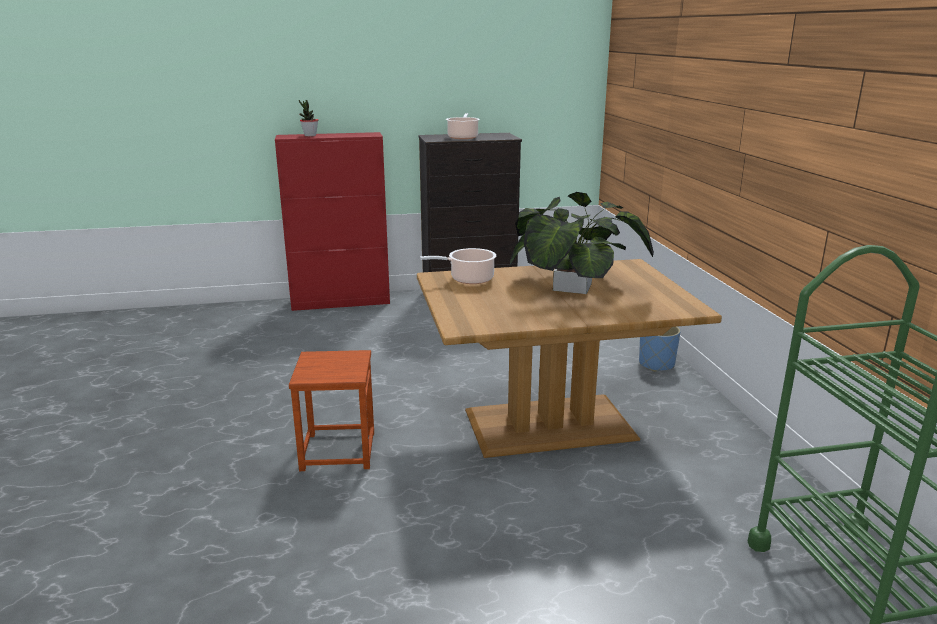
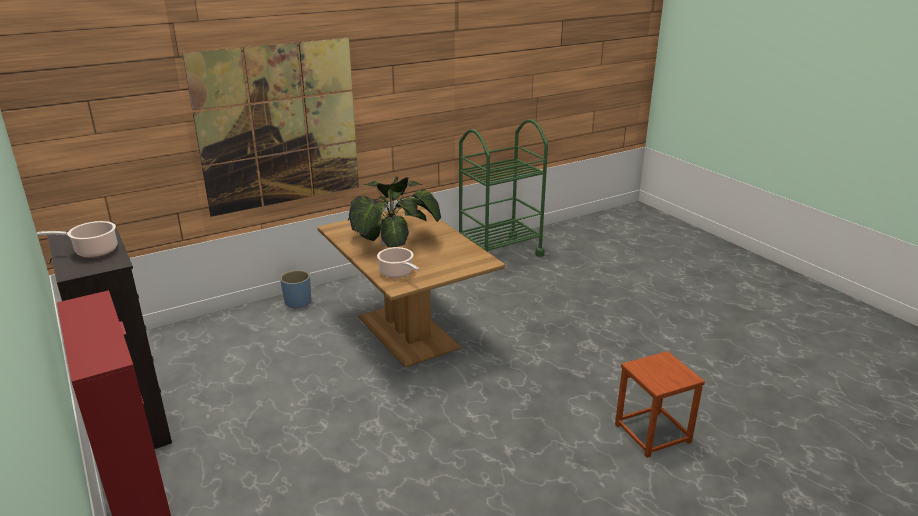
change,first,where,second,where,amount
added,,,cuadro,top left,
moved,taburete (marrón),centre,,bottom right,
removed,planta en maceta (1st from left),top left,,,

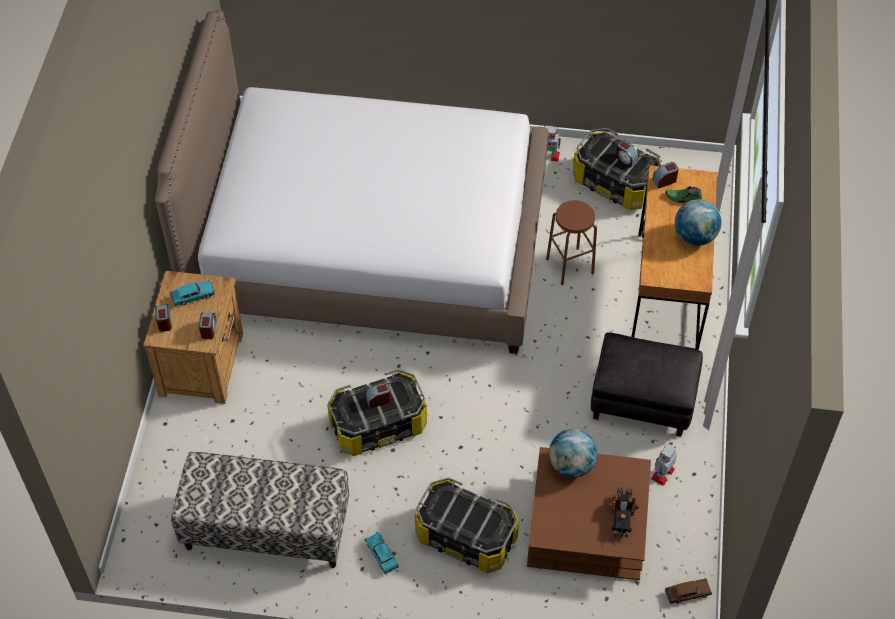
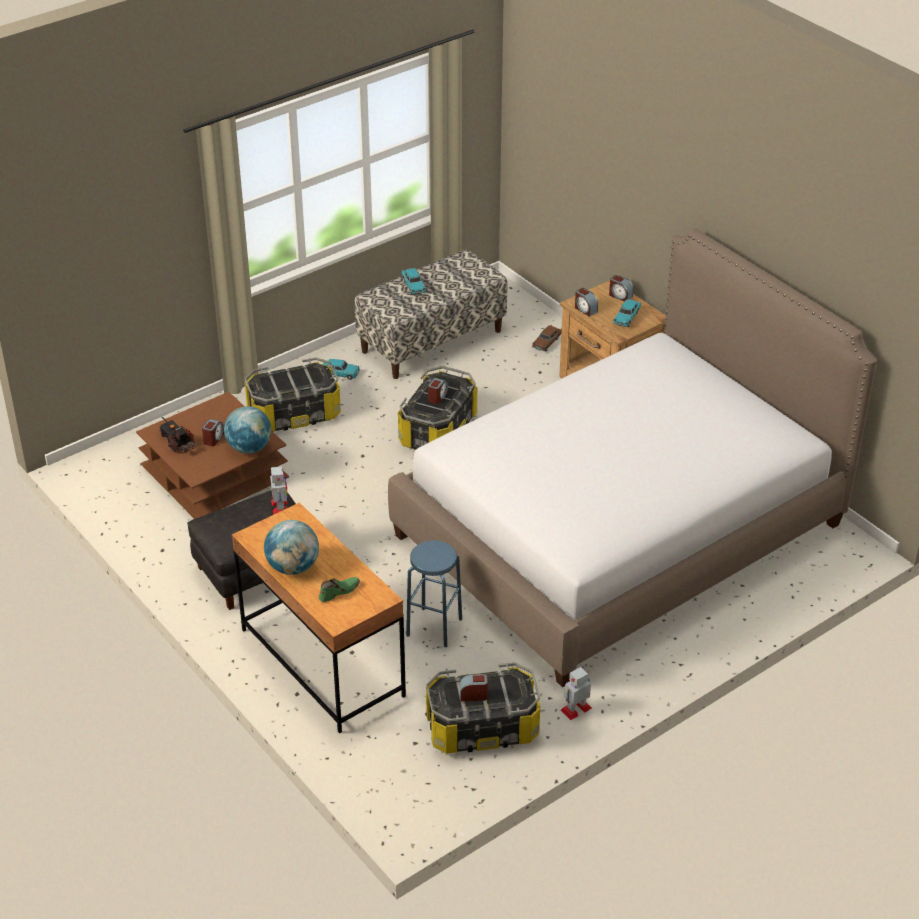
change,first,where,second,where,amount
moved,despertador (5th from left in the first image),top right,despertador (1st from left),middle left,
moved,robot de juguete (2nd from left in the first image),bottom right,robot de juguete (1st from left),middle left,
added,,,coche de juguete (turquesa) (2nd from left),top centre,
recoloured,taburete (marrón),centre,taburete (azul),centre,
moved,coche de juguete (marrón),bottom right,,centre,

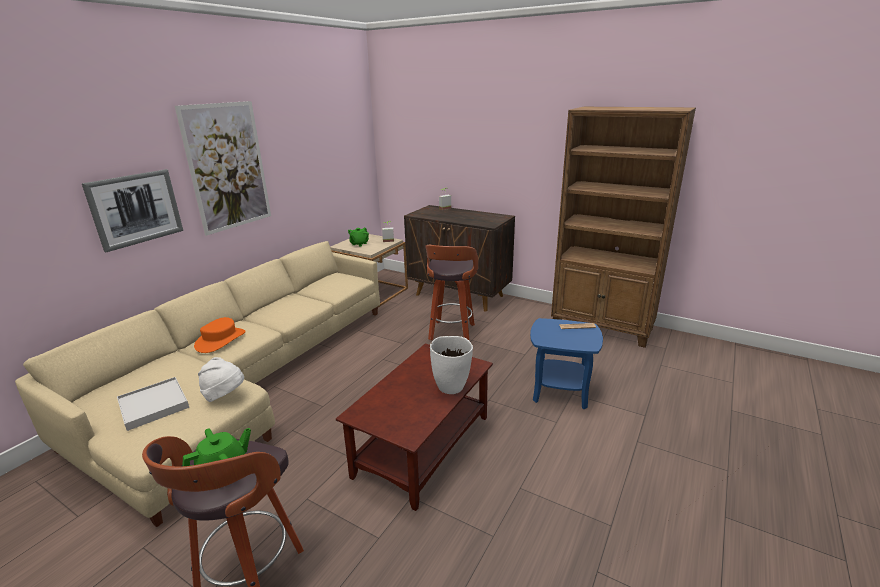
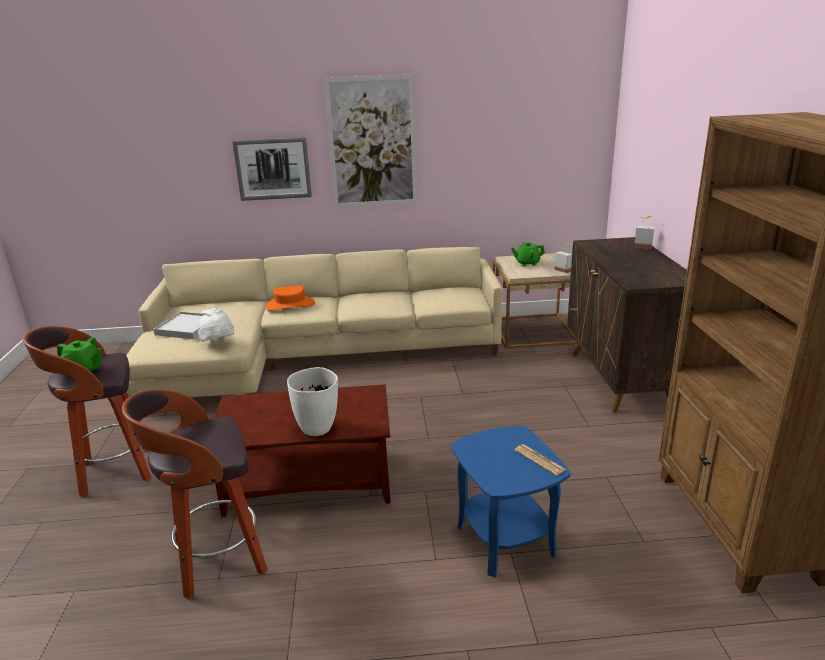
change,first,where,second,where,amount
moved,taburete (2nd from left),centre,,bottom left,

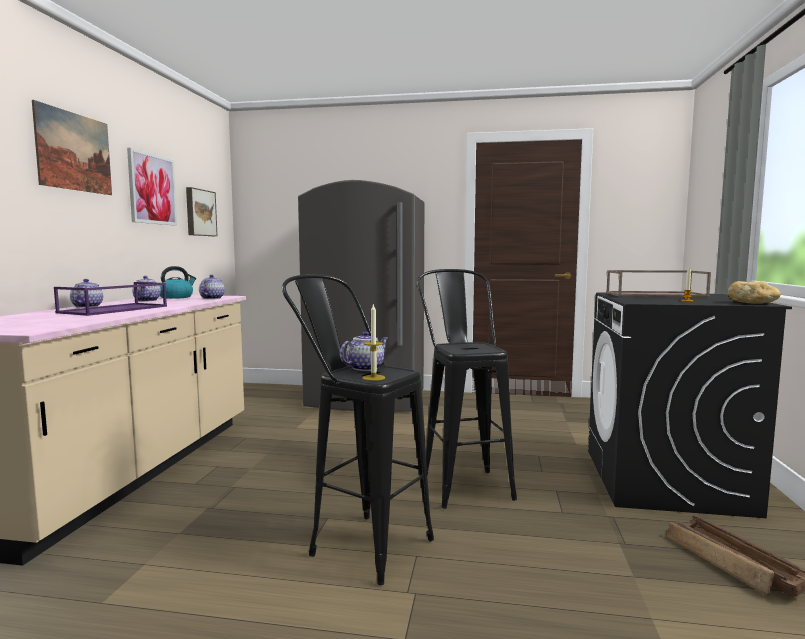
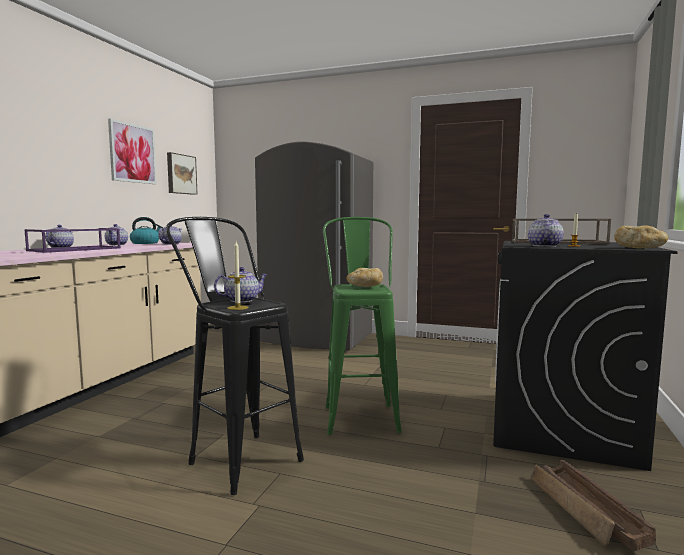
change,first,where,second,where,amount
recoloured,taburete (negro) (2nd from left),centre,taburete (verde),centre,
added,,,pan (1st from left),centre,
added,,,tetera (5th from left),middle right,
removed,cuadro (1st from left),top left,,,

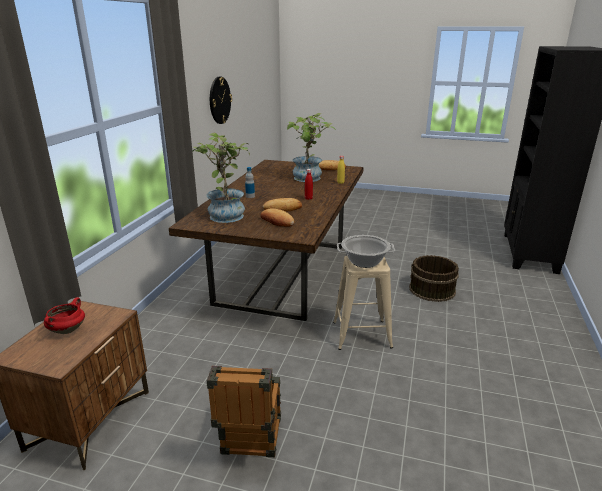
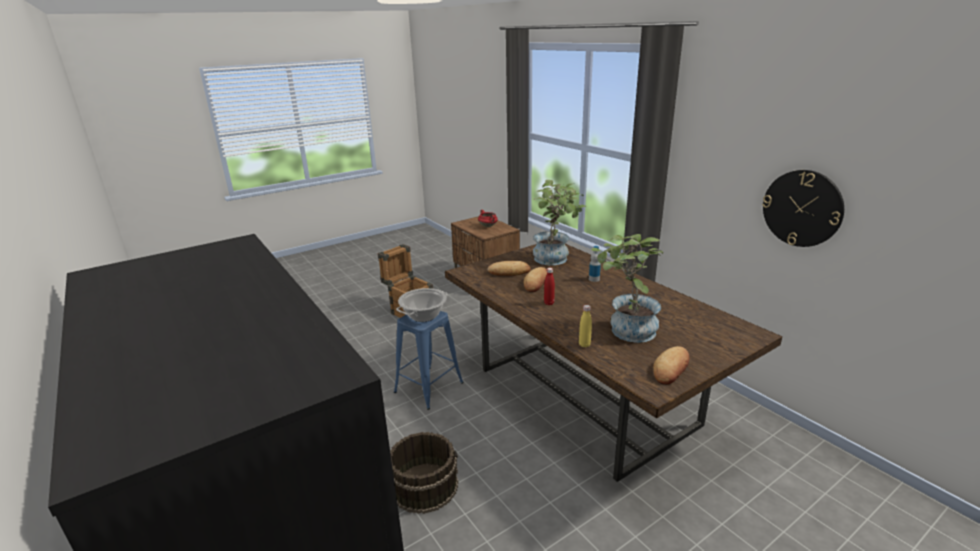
change,first,where,second,where,amount
recoloured,taburete (beis),centre,taburete (azul),centre,

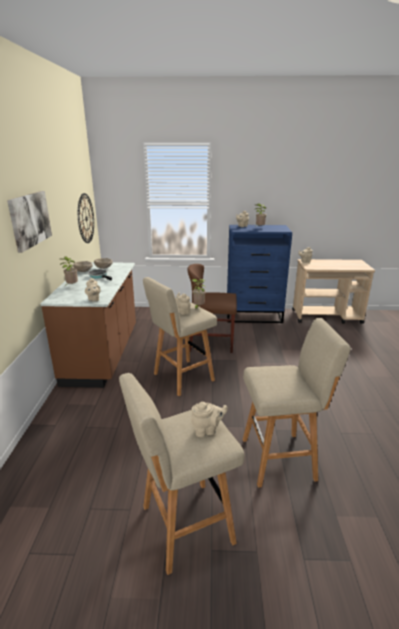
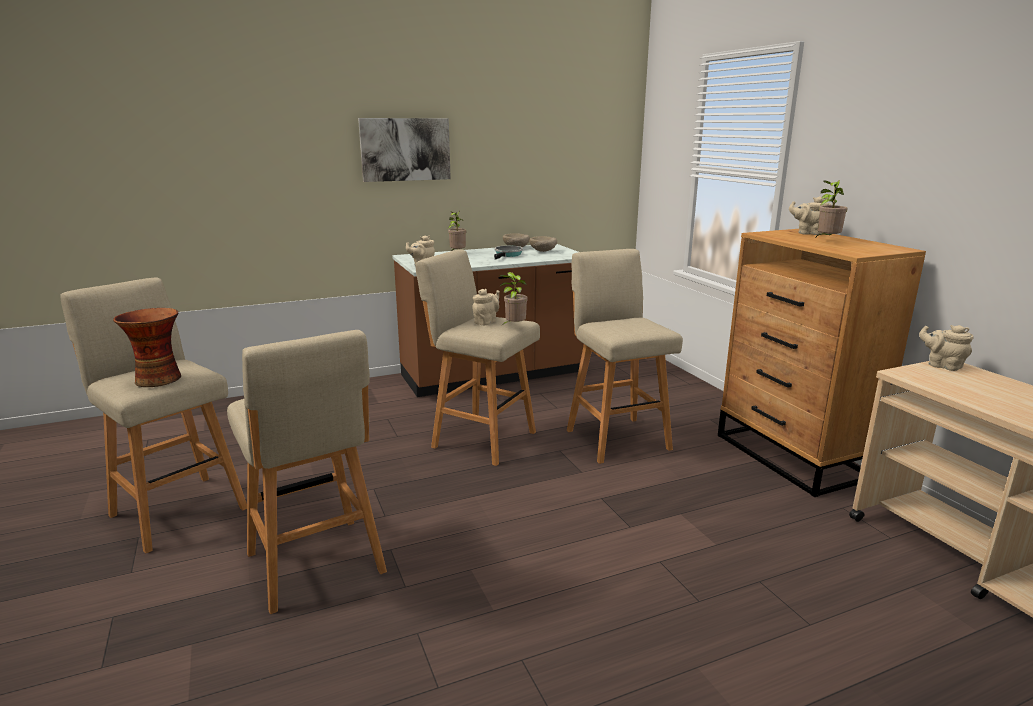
change,first,where,second,where,amount
replaced,tetera (beis) (3rd from left),centre,florero,middle left,
replaced,silla (marrón),centre,taburete (beis) (4th from left),centre,
recoloured,cómoda (azul),centre,cómoda (marrón),middle right,
removed,reloj de pared,middle left,,,

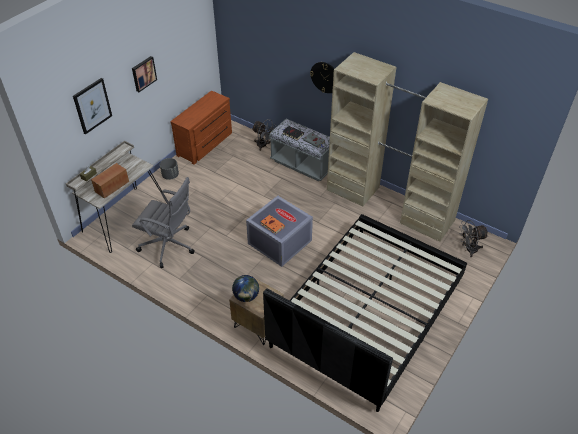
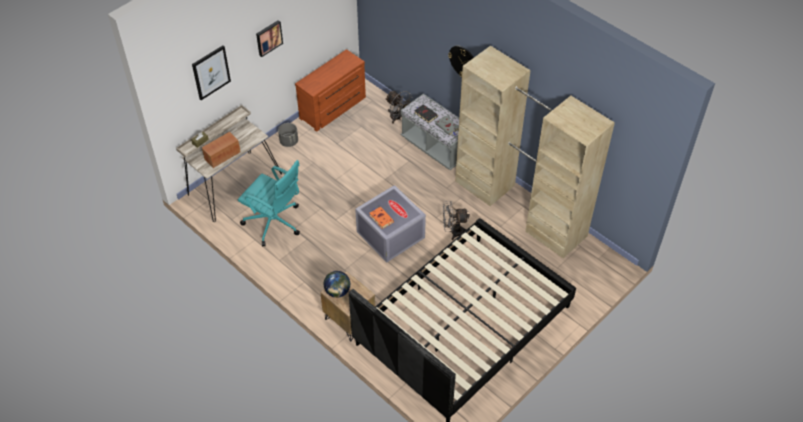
change,first,where,second,where,amount
recoloured,silla de oficina (gris),middle left,silla de oficina (turquesa),centre,
moved,ventilador (gris) (2nd from left),middle right,,centre,

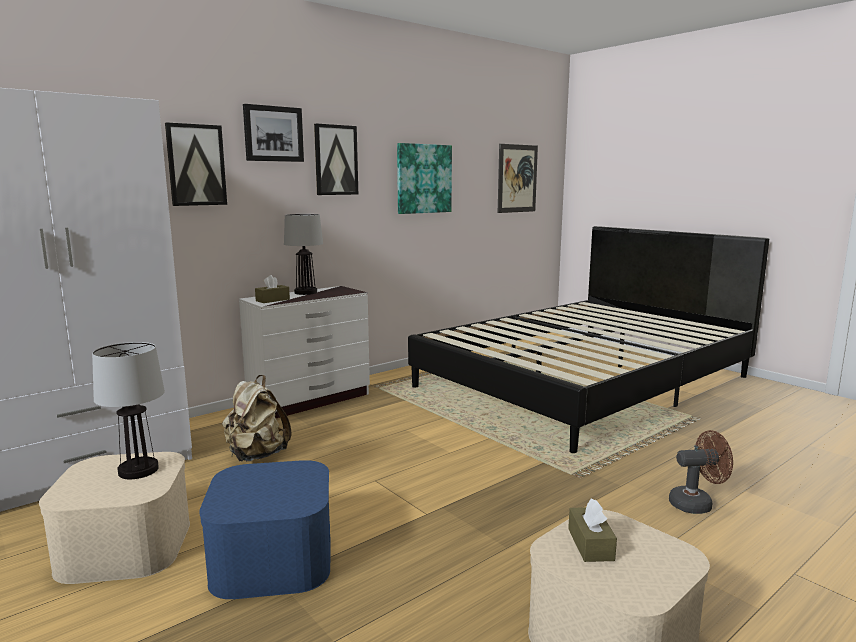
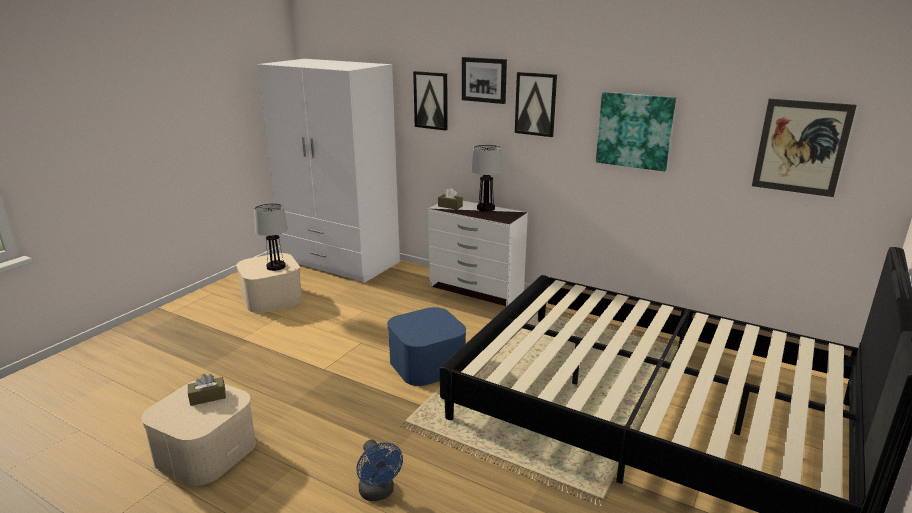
change,first,where,second,where,amount
recoloured,ventilador (marrón),bottom right,ventilador (azul),bottom centre,
moved,caja de almacenaje (azul),bottom left,,bottom centre,
removed,mochila (beis),middle left,,,

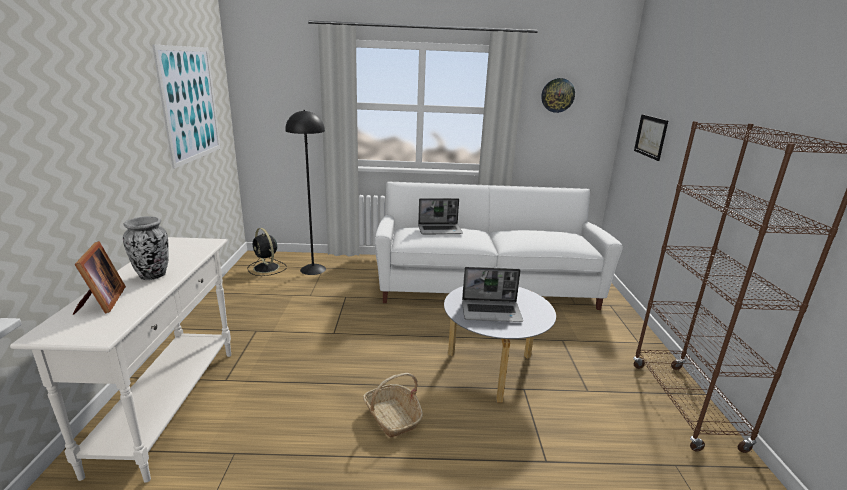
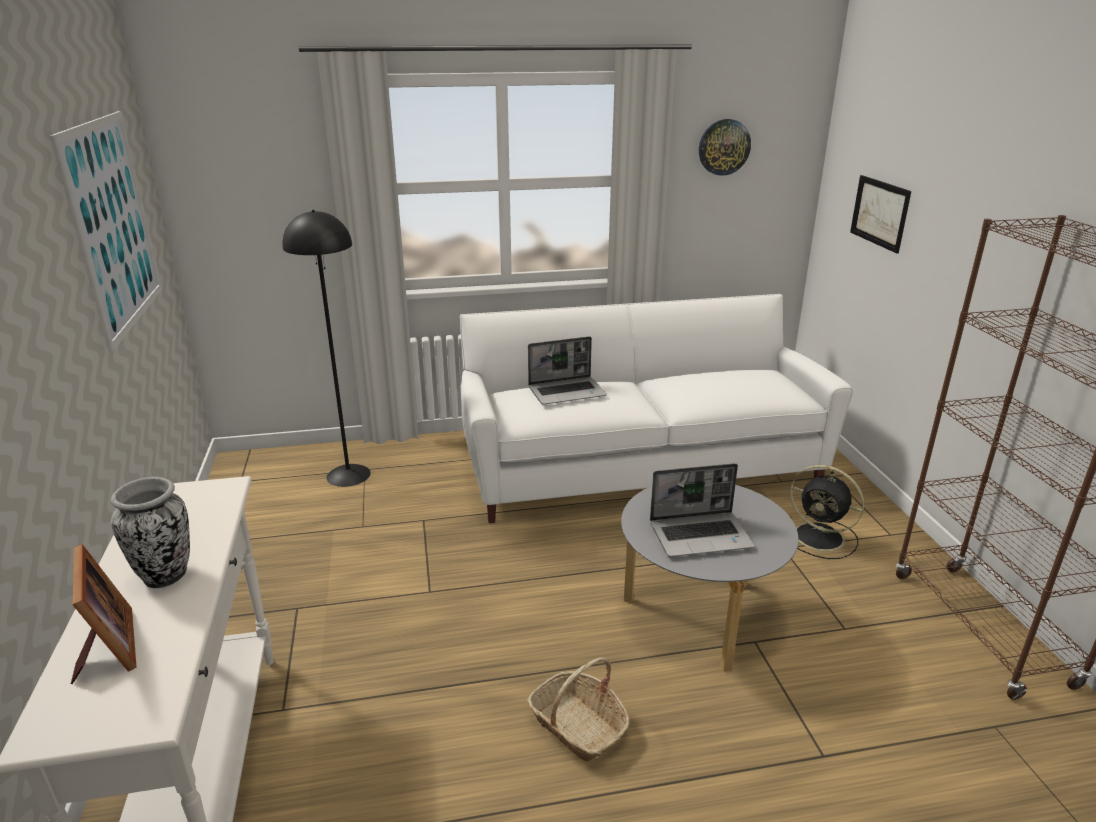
change,first,where,second,where,amount
moved,ventilador (negro),middle left,,middle right,

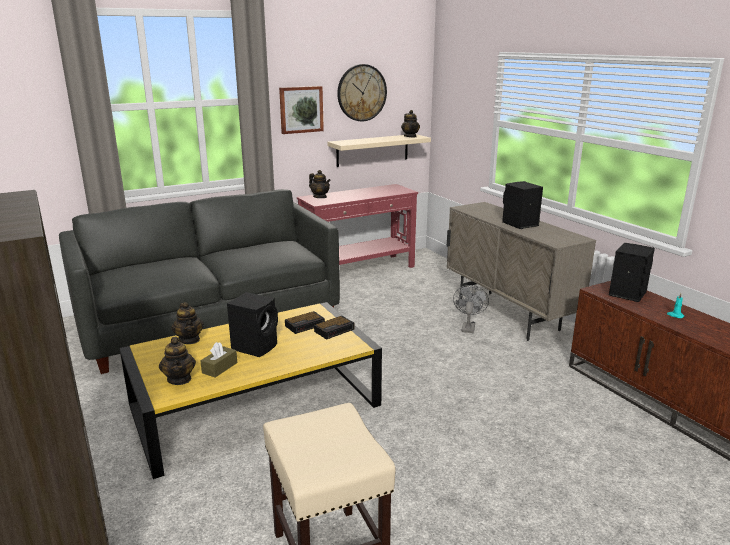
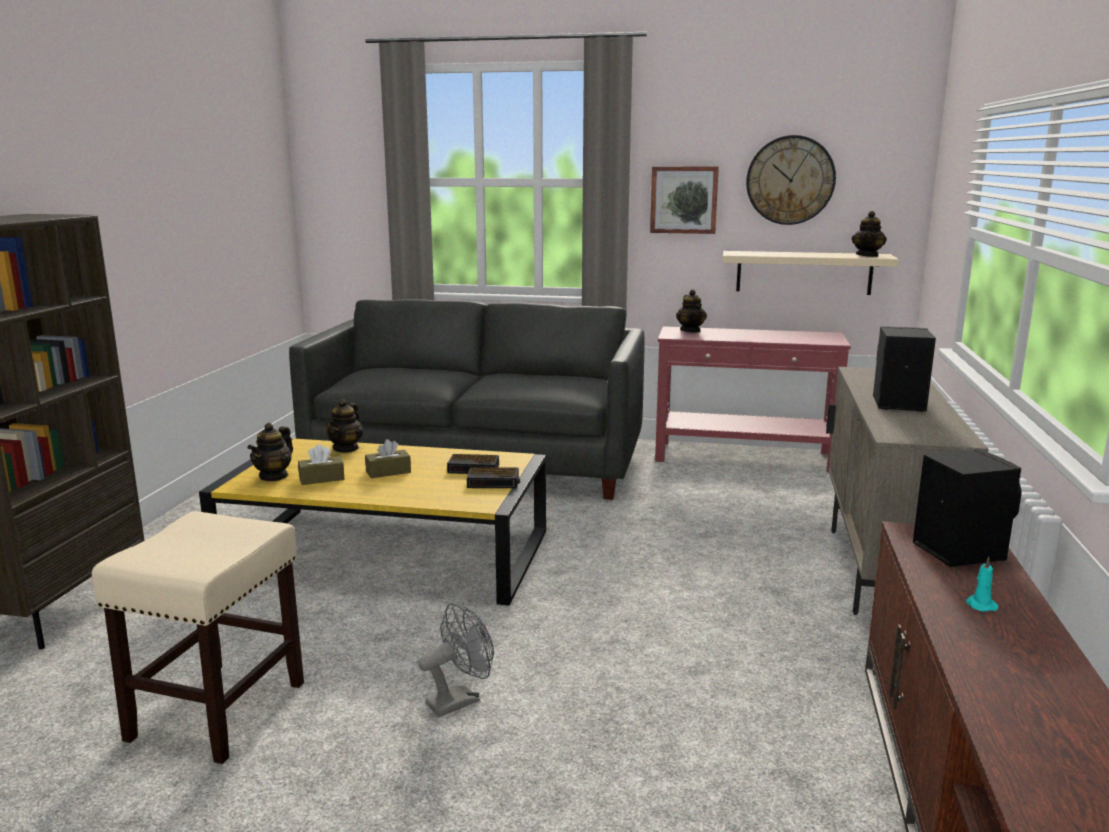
change,first,where,second,where,amount
replaced,altavoz (negro) (1st from left),centre,caja de pañuelos (marrón) (2nd from left),centre,
moved,ventilador (gris),centre,,bottom centre,

